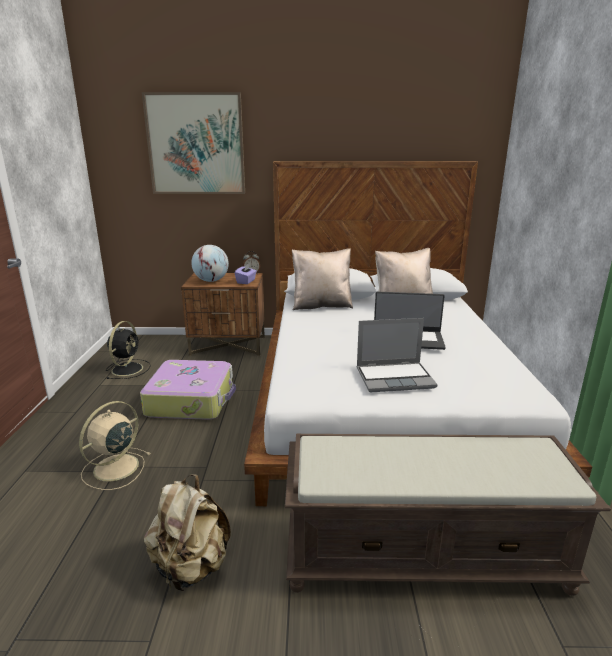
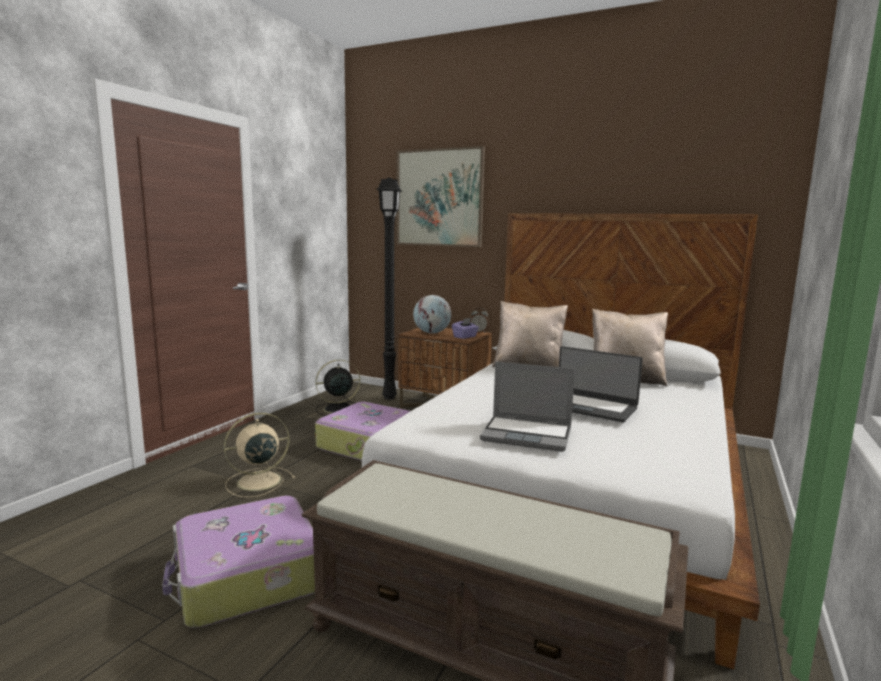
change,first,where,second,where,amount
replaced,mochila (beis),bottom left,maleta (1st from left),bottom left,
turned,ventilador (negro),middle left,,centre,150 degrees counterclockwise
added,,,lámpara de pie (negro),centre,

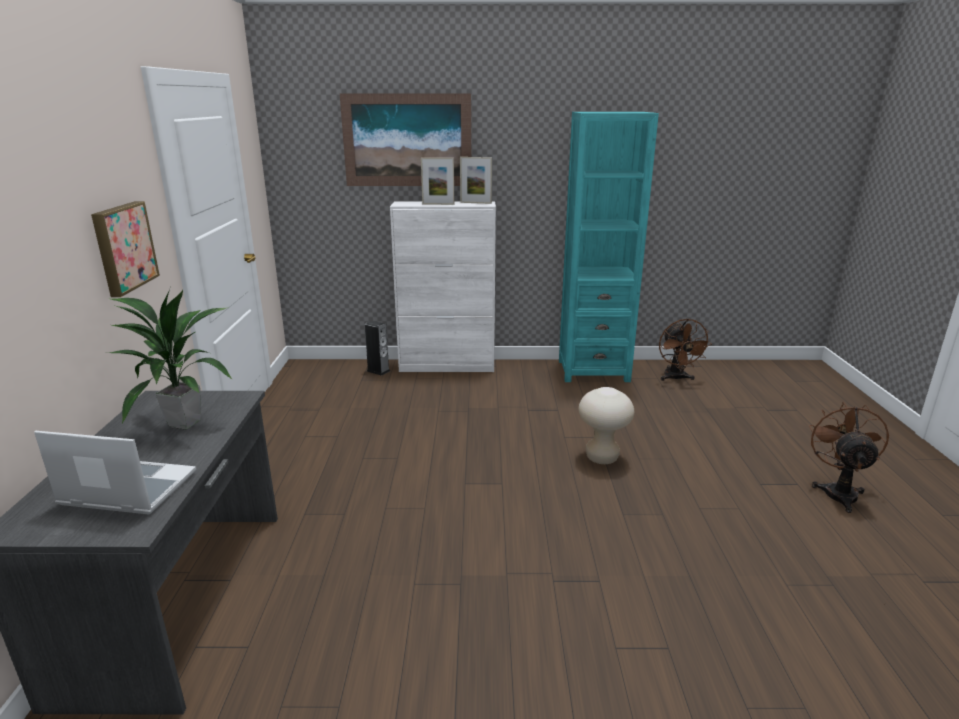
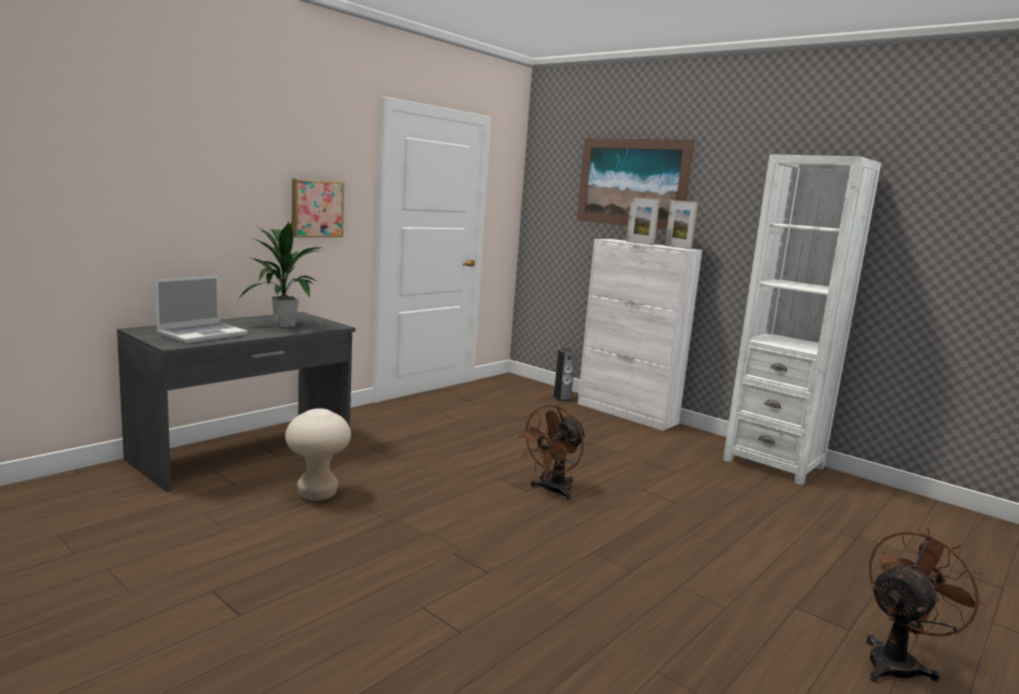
change,first,where,second,where,amount
turned,portátil,middle left,,middle left,75 degrees clockwise
moved,taburete (beis),centre,,middle left,
moved,ventilador (marrón) (1st from left),middle right,,centre,
recoloured,estantería (turquesa),centre,estantería (blanco),middle right,

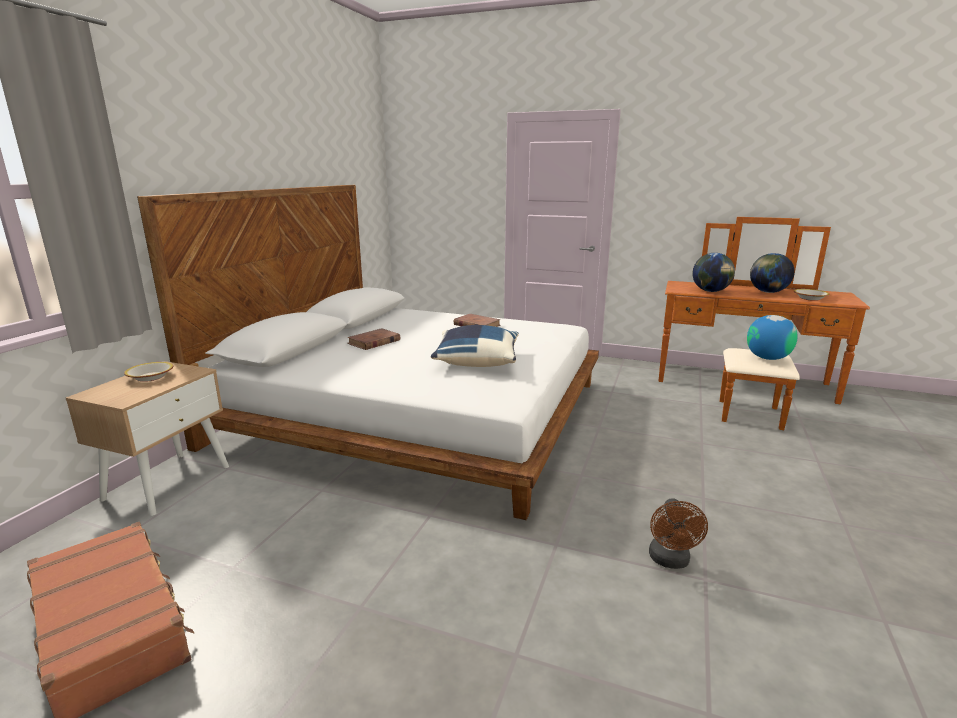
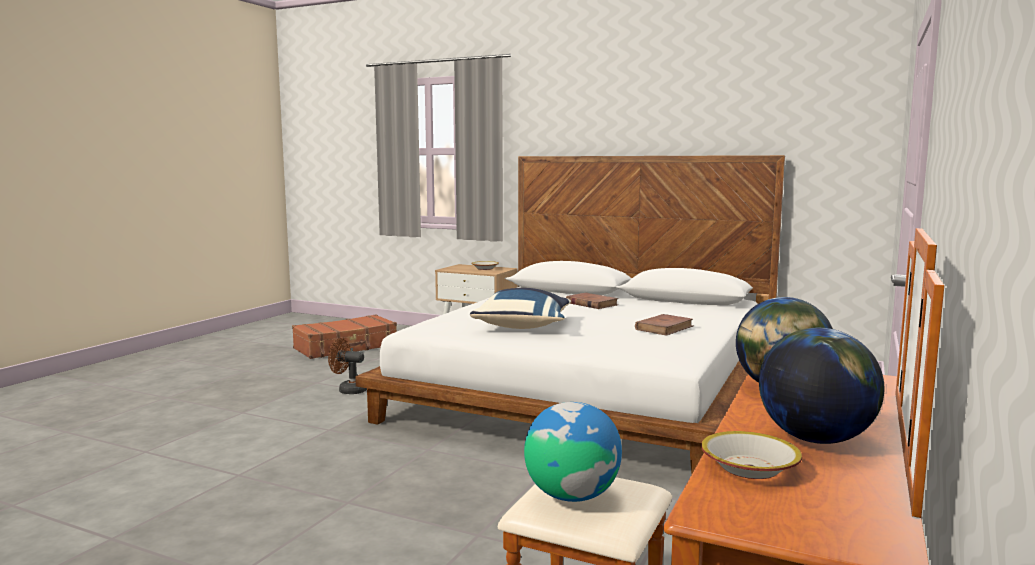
change,first,where,second,where,amount
moved,ventilador (marrón),bottom right,,centre,

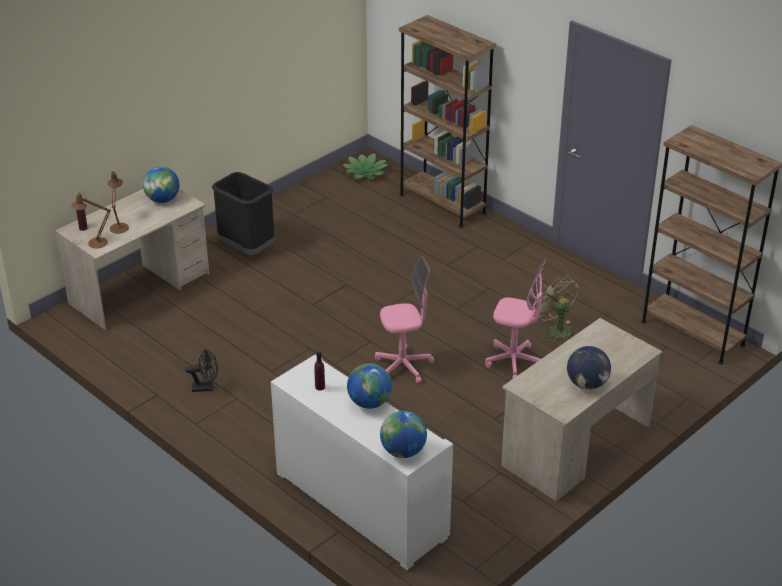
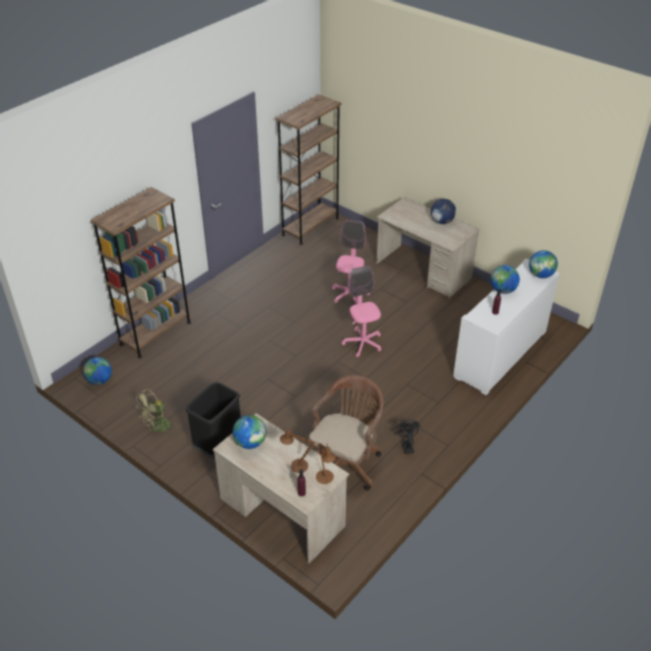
change,first,where,second,where,amount
replaced,planta en maceta,top centre,globo terráqueo (1st from left),middle left,
moved,ventilador (verde),middle right,,middle left,
added,,,silla de oficina (marrón),centre,

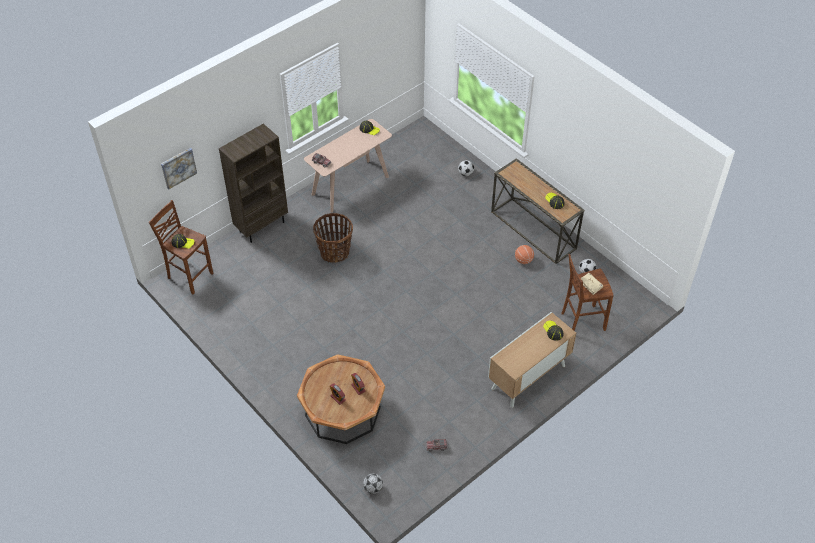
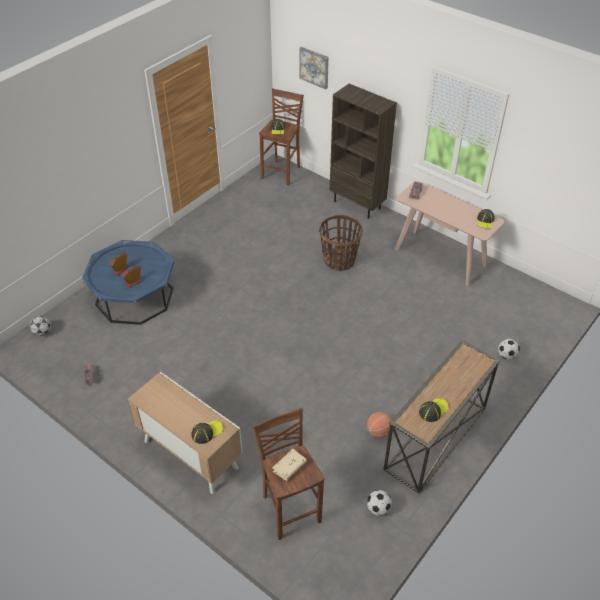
change,first,where,second,where,amount
recoloured,mesa de centro (marrón),bottom centre,mesa de centro (azul),middle left,

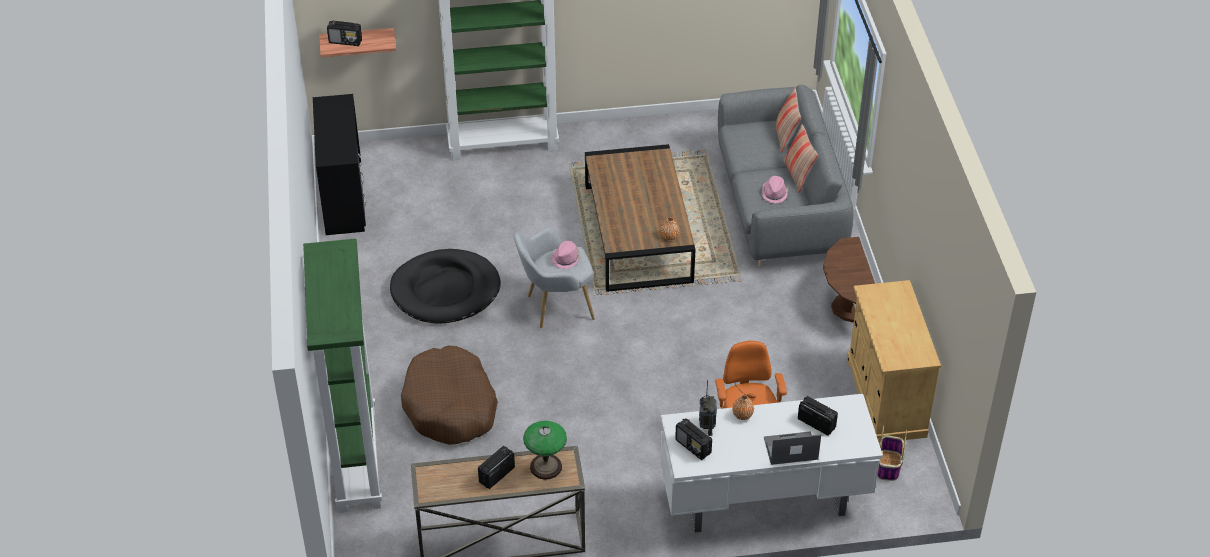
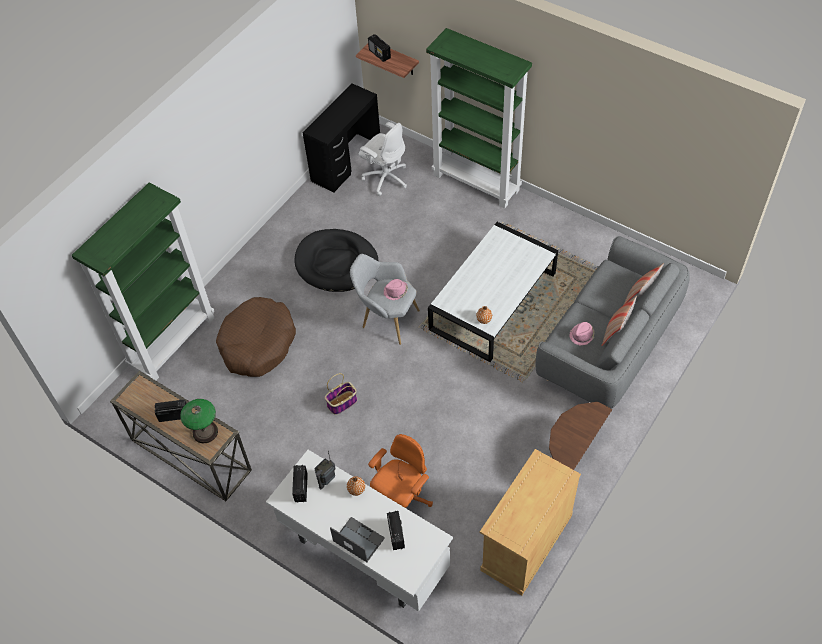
change,first,where,second,where,amount
moved,cesta,bottom right,,centre,
added,,,silla de oficina (blanco),top centre,
recoloured,mesa de centro (marrón),centre,mesa de centro (blanco),centre,

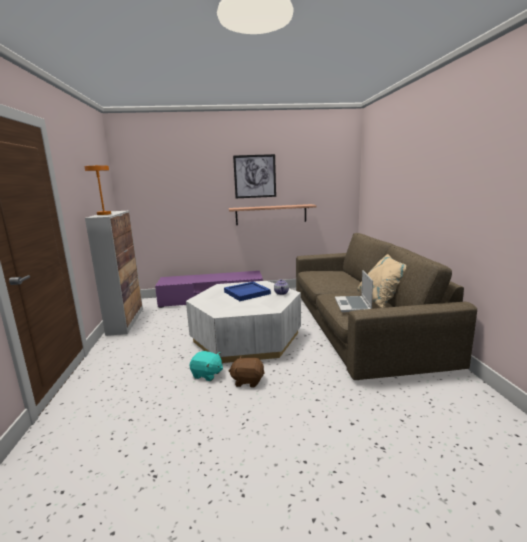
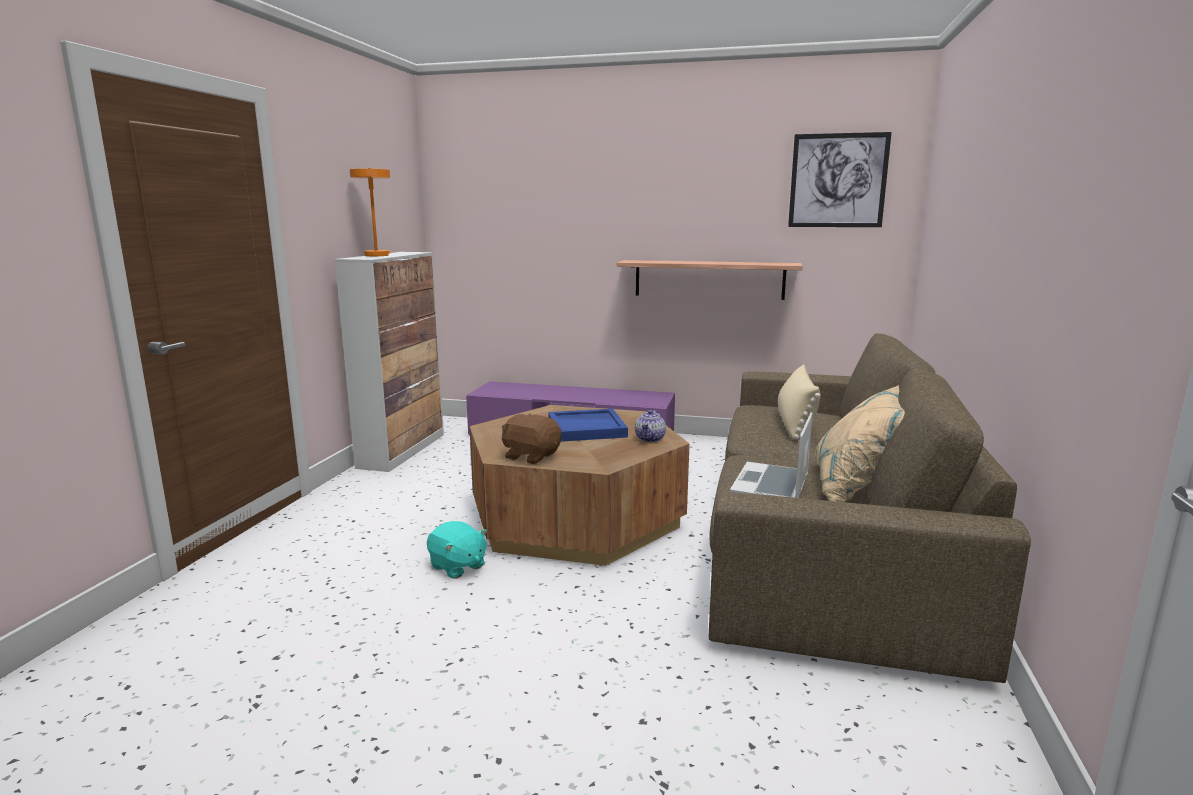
change,first,where,second,where,amount
recoloured,mesa de centro (blanco),centre,mesa de centro (marrón),centre,
moved,peluche (marrón),bottom centre,,centre,
added,,,cojín (beis) (1st from left),middle right,
moved,cuadro,top centre,,top right,

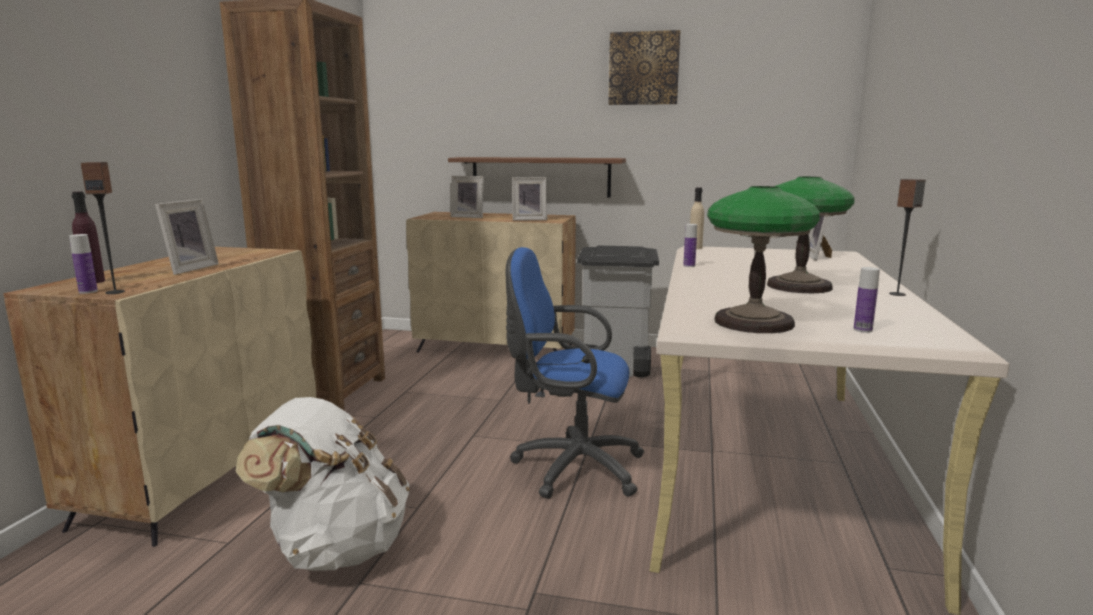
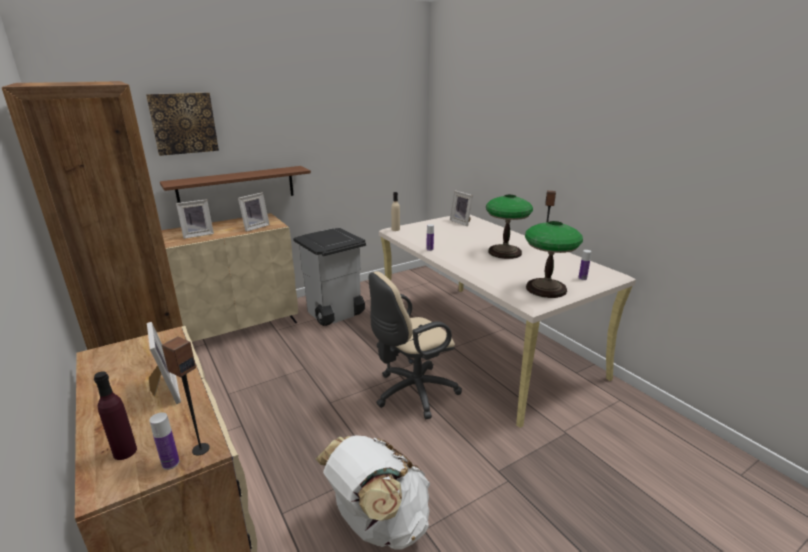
change,first,where,second,where,amount
moved,cuadro,top centre,,top left,
recoloured,silla de oficina (azul),centre,silla de oficina (beis),centre,

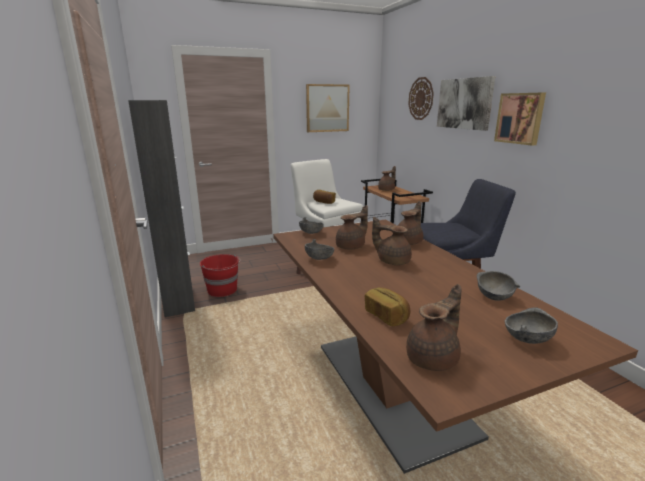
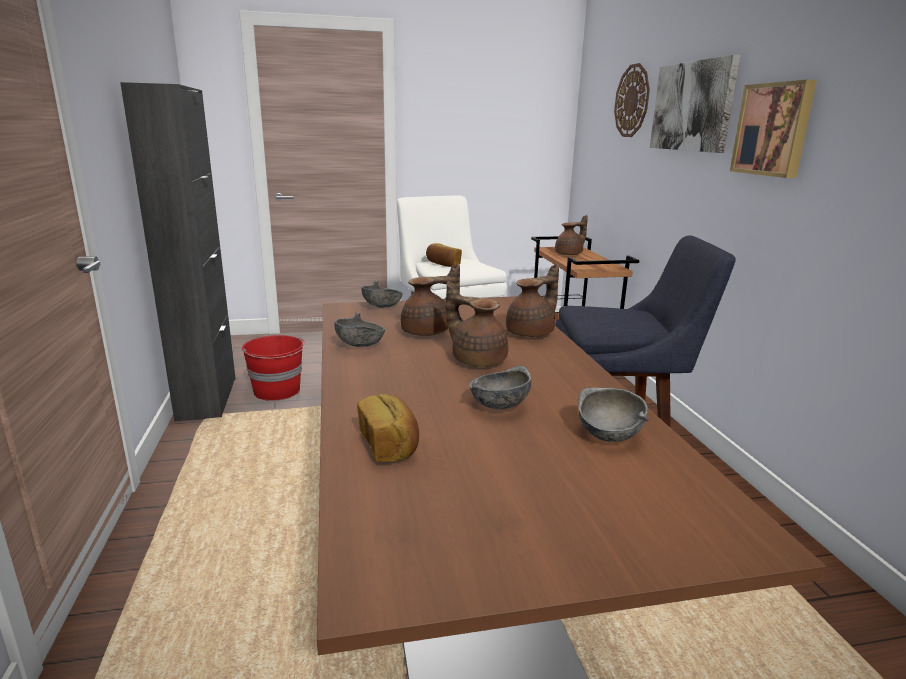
change,first,where,second,where,amount
moved,cuenco (gris) (4th from left in the first image),bottom right,cuenco (gris) (3rd from left),centre,
removed,cuadro (1st from left),top centre,,,
removed,tetera (marrón) (5th from left),bottom right,,,

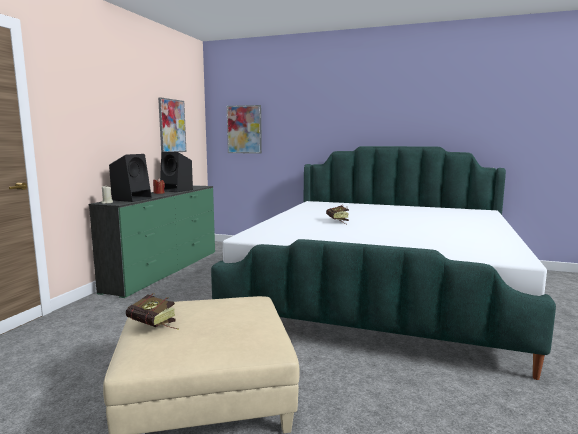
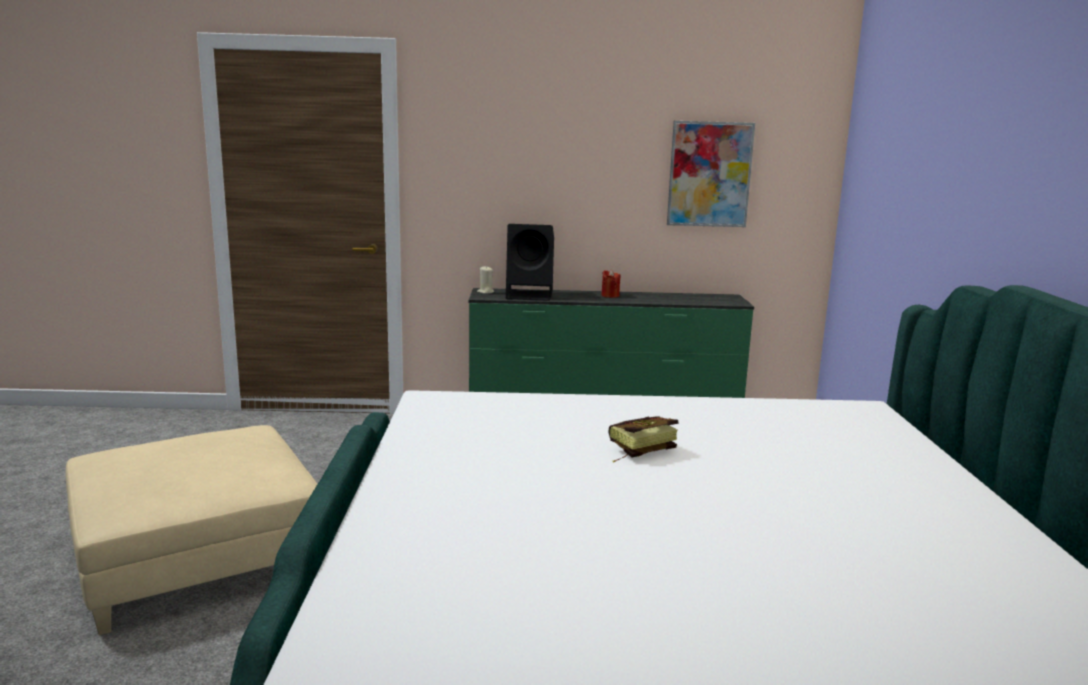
change,first,where,second,where,amount
removed,libro (1st from left),bottom left,,,
removed,altavoz (negro) (2nd from left),middle left,,,
removed,cuadro (2nd from left),top centre,,,

